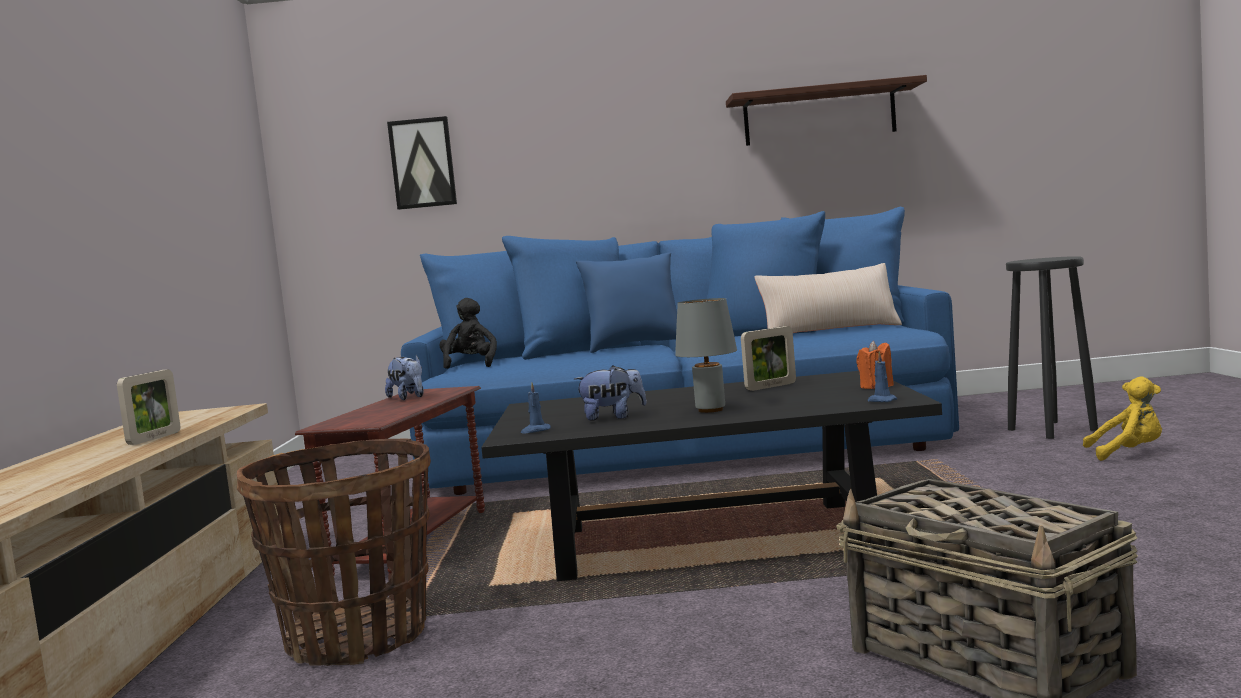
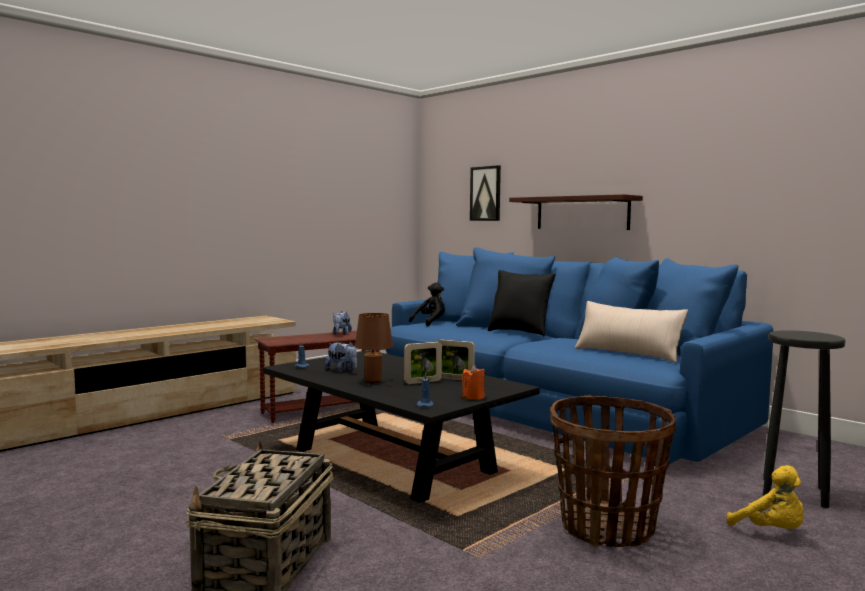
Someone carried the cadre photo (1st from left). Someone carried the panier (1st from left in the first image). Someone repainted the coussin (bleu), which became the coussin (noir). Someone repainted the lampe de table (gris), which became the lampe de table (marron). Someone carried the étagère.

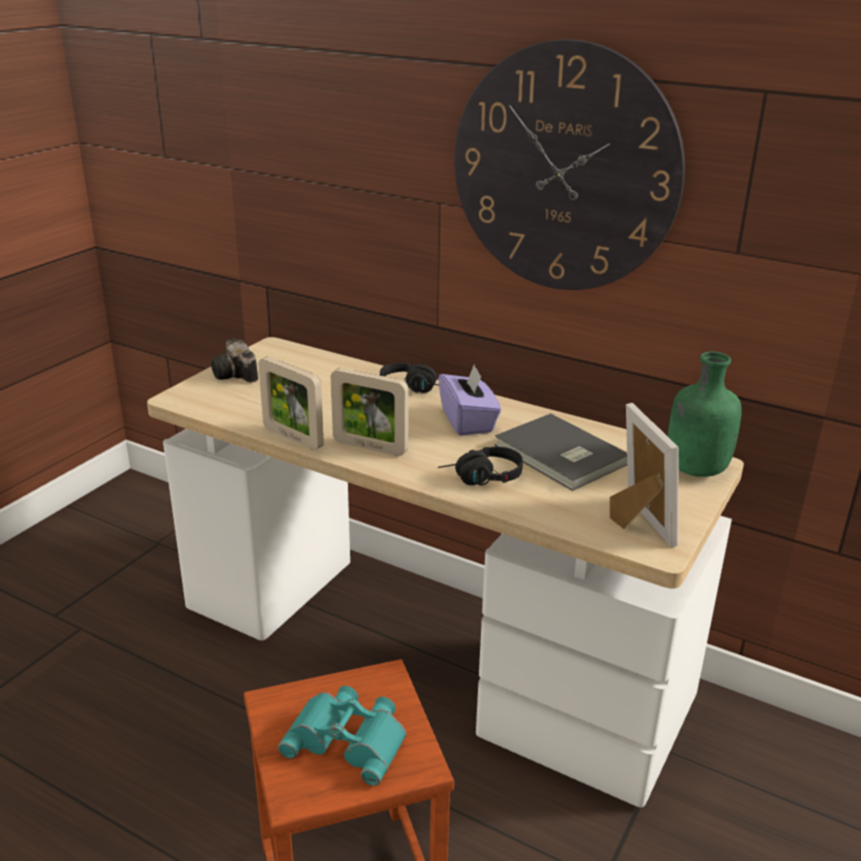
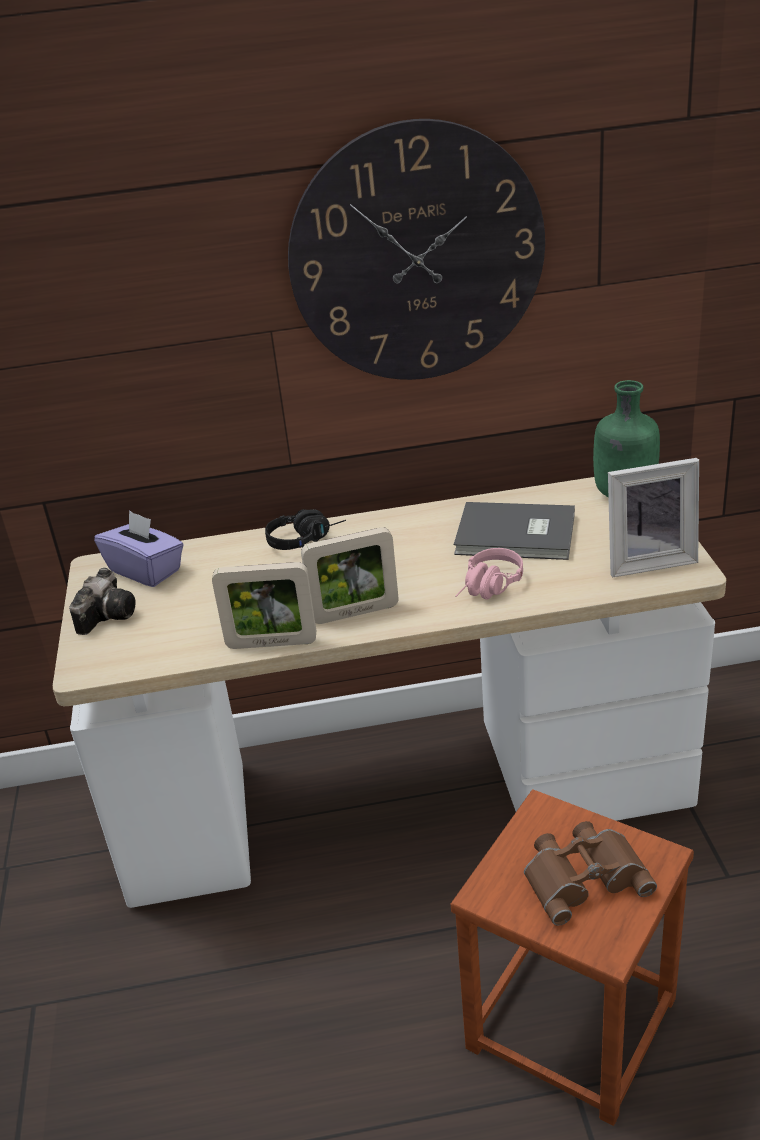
Someone rotated the appareil photo by 90 degrees counterclockwise. Someone repainted the jumelles (turquoise), which became the jumelles (marron). Someone carried the boîte à mouchoirs (violet). Someone repainted the casque audio (noir) (2nd from left), which became the casque audio (rose). Someone rotated the cadre photo (3rd from left) by 135 degrees clockwise.

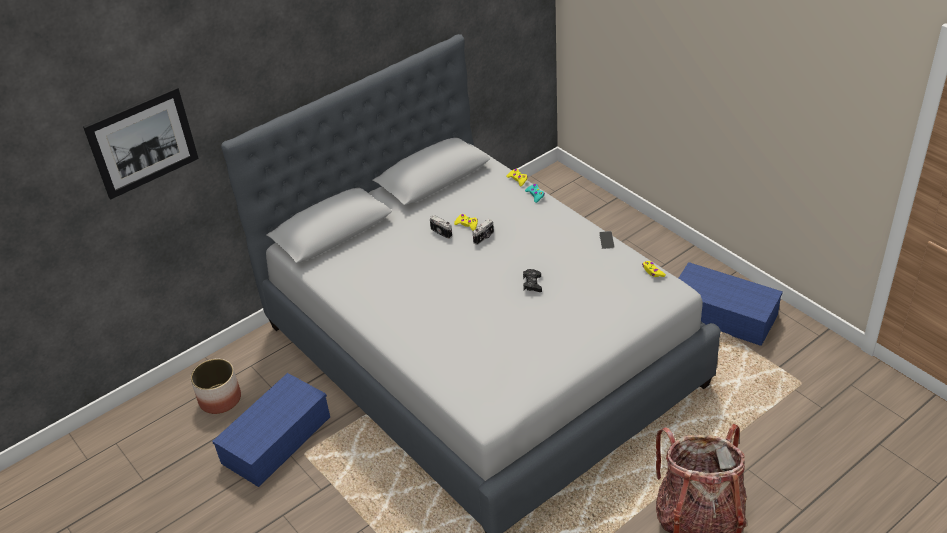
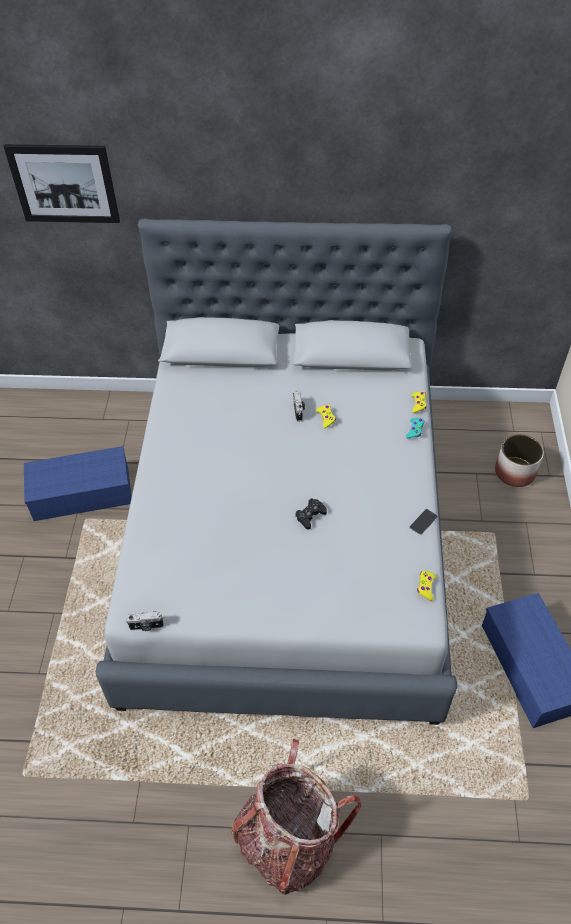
Someone carried the cache-pot. Someone carried the appareil photo (2nd from left in the first image).

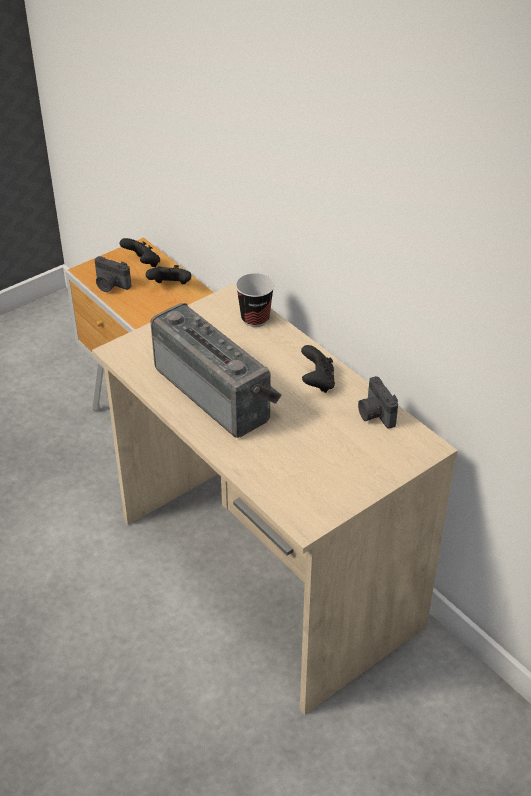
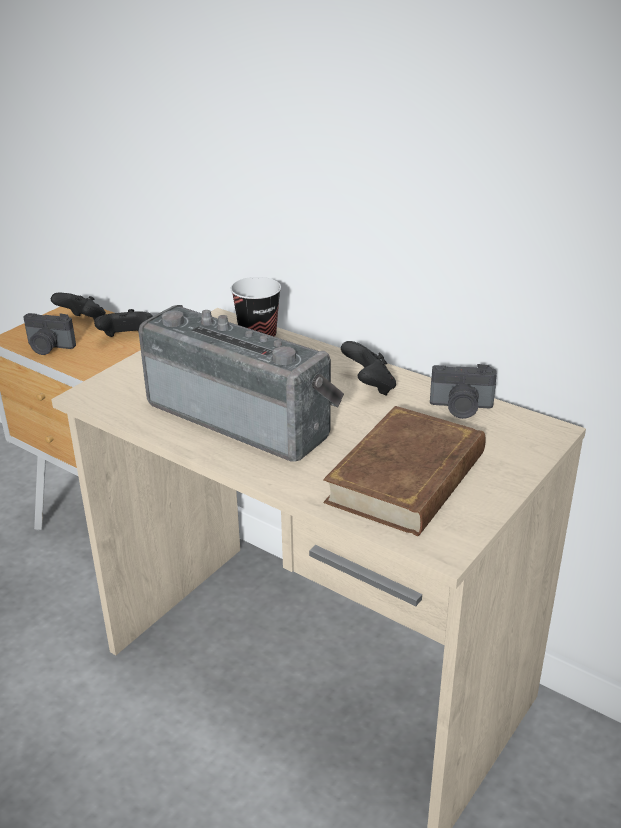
Someone rotated the appareil photo (2nd from left) by 45 degrees counterclockwise. Someone put down the livre (marron).

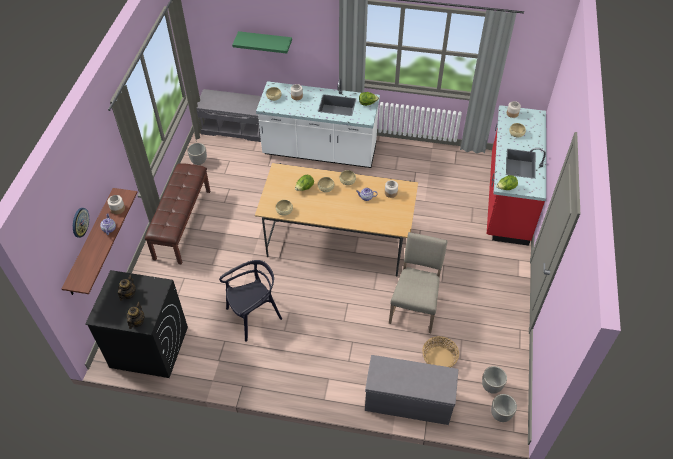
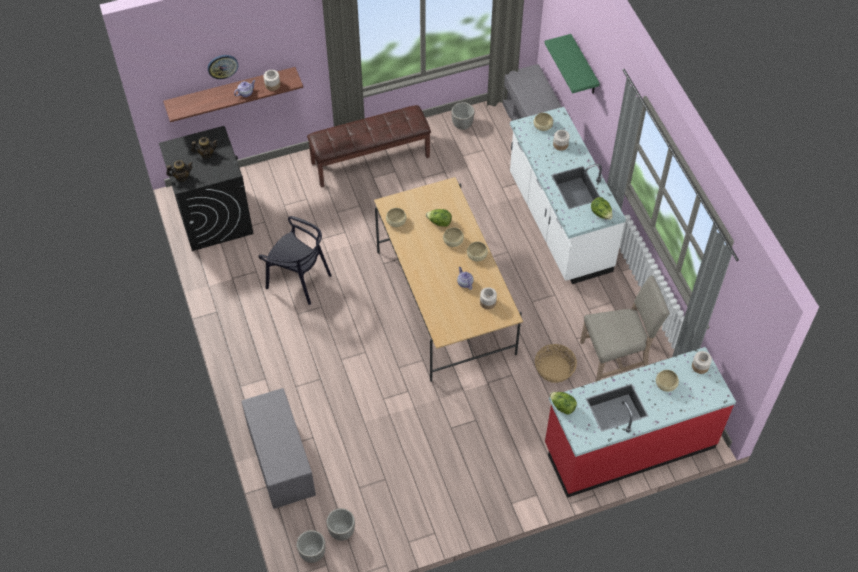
Someone carried the chaise (beige). Someone carried the panier.

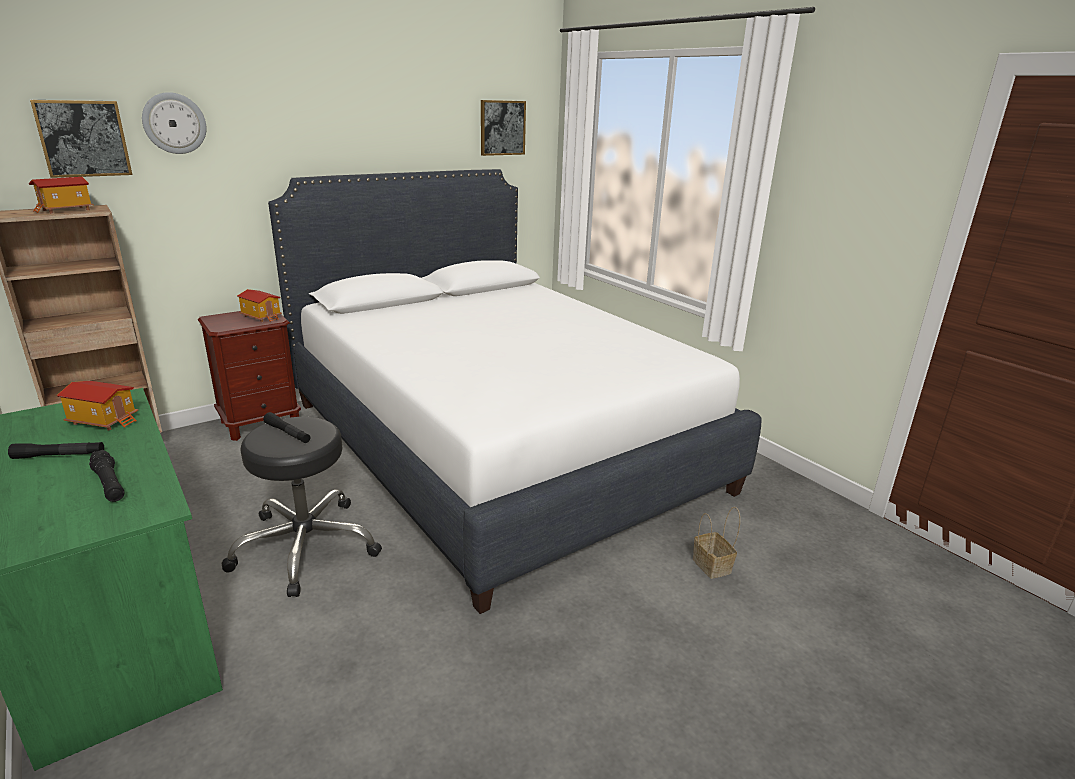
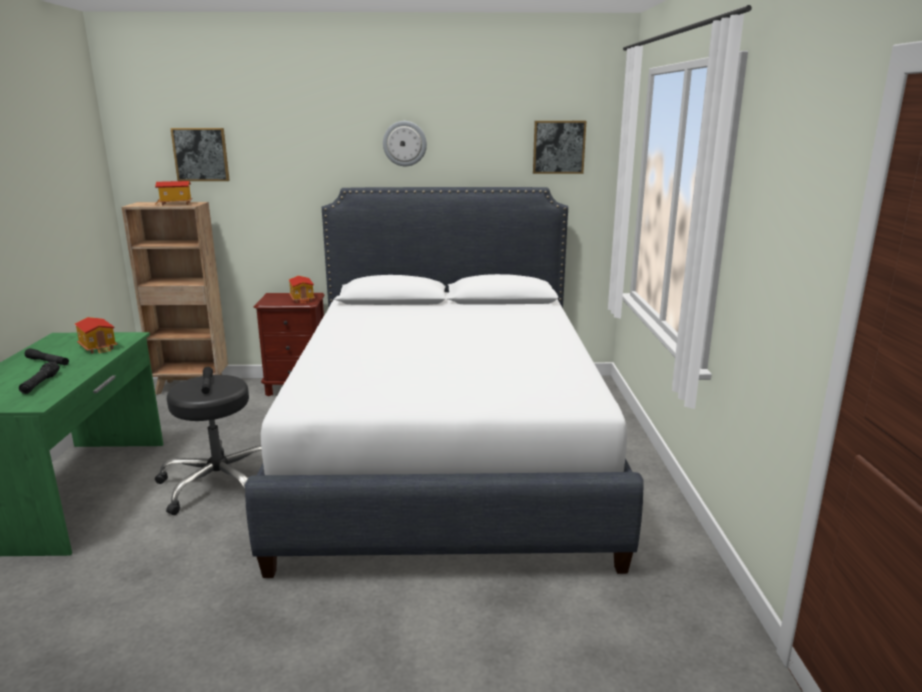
Someone carried the horloge murale. Someone took away the panier.

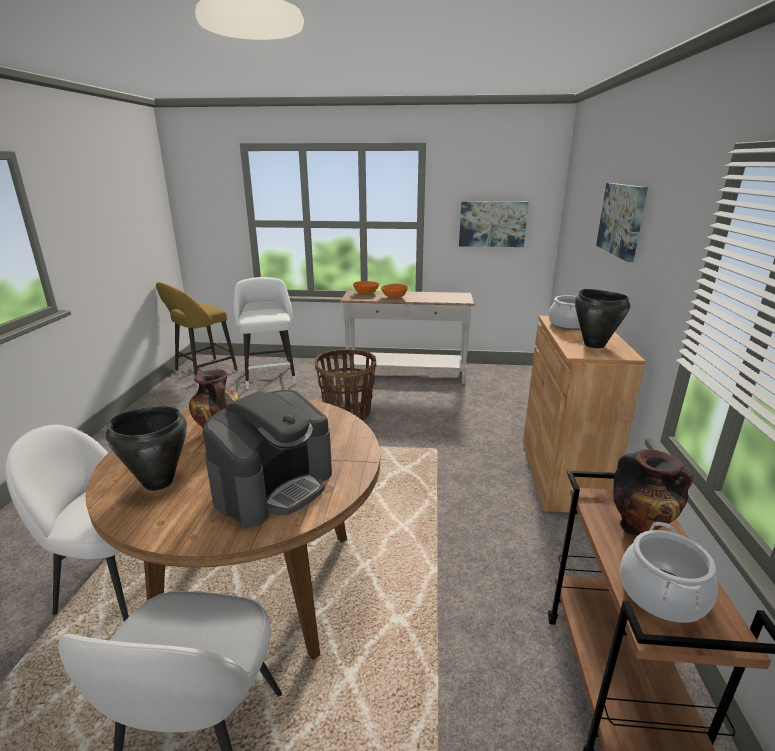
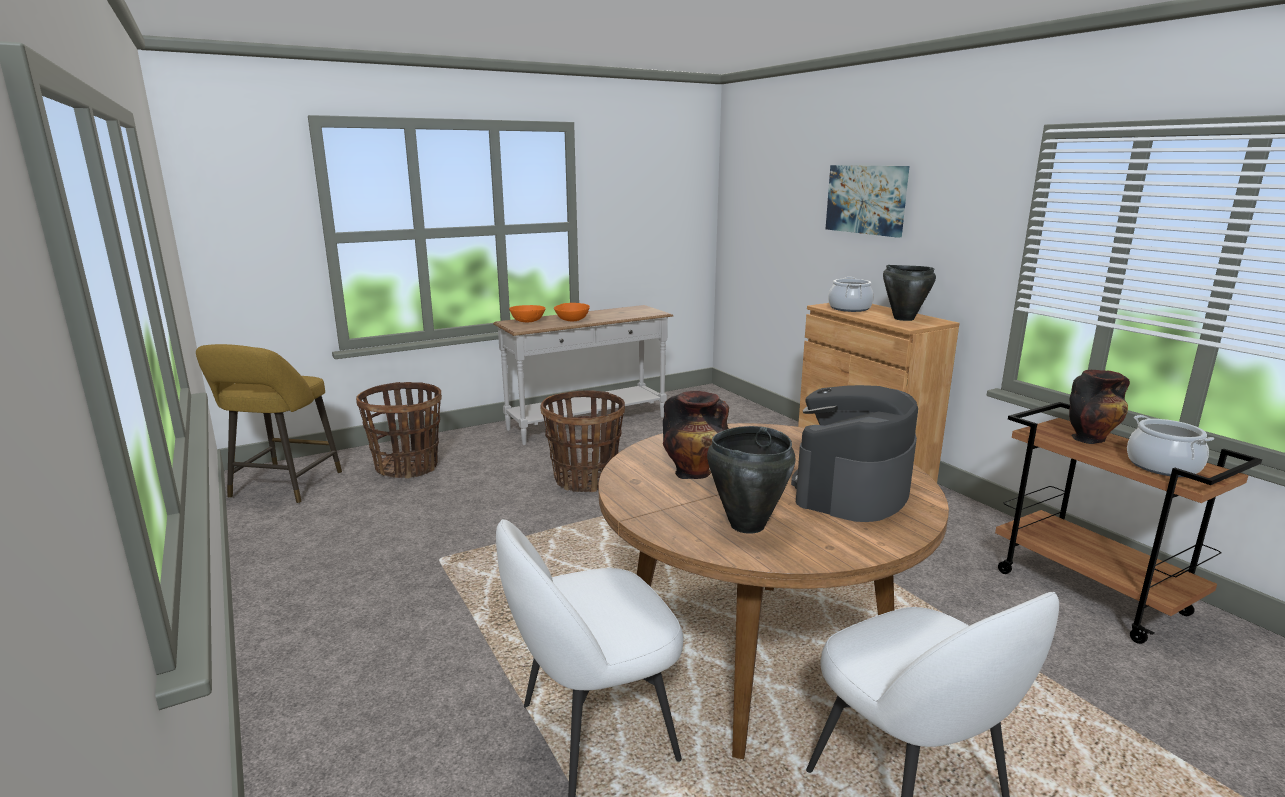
Someone rotated the machine à café by 150 degrees counterclockwise. Someone swapped the tabouret (blanc) for the panier (1st from left). Someone took away the tableau (1st from left).

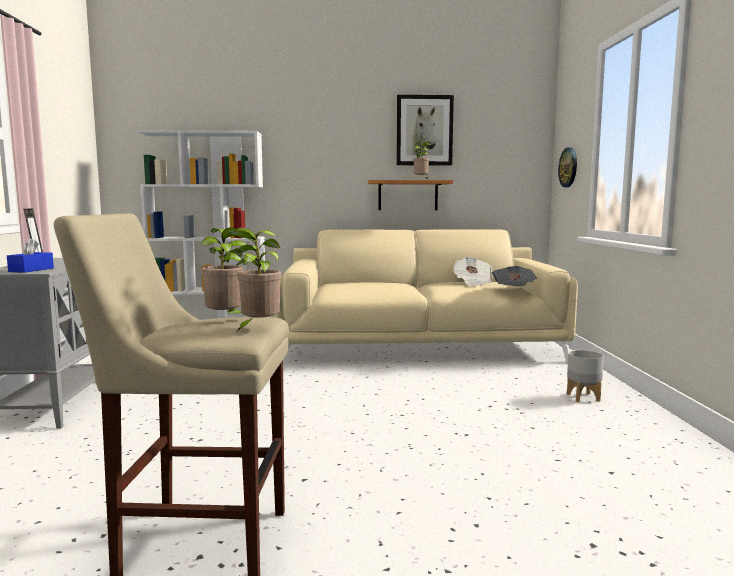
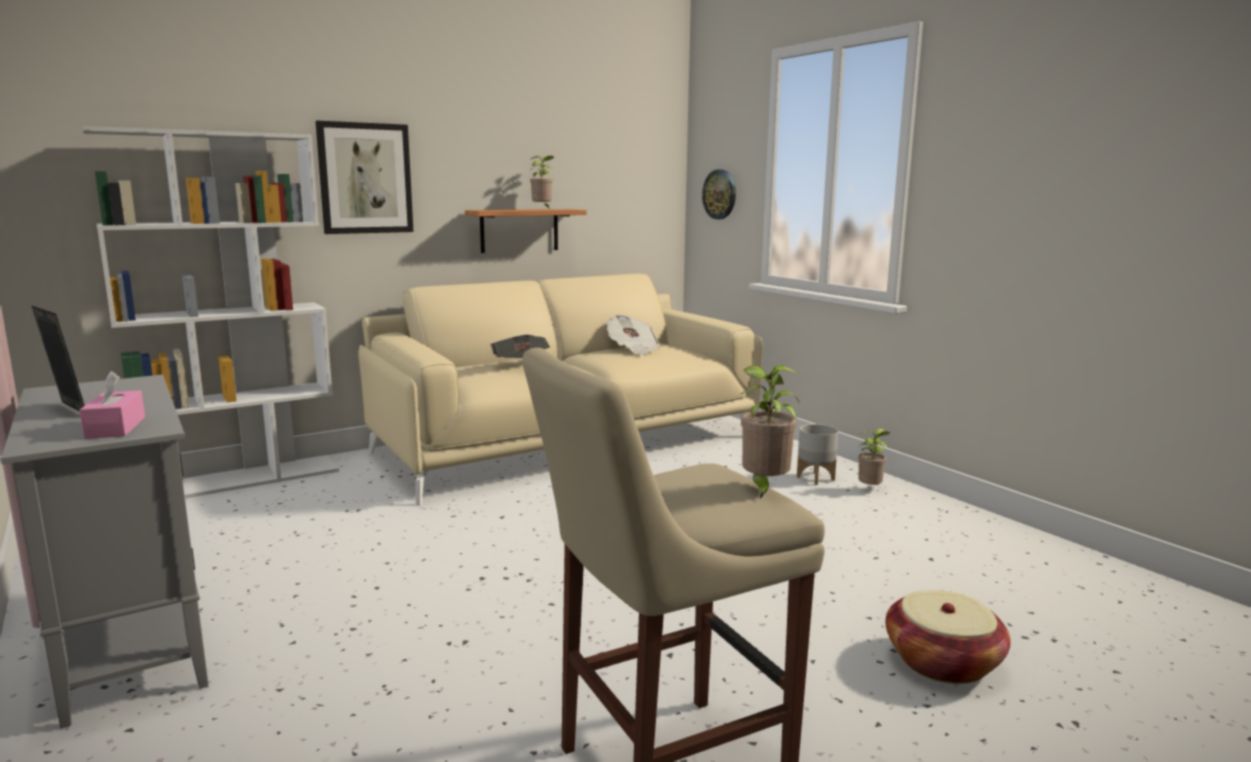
Someone repainted the boîte à mouchoirs (bleu), which became the boîte à mouchoirs (rose). Someone carried the plante en pot (1st from left in the first image). Someone carried the tableau. Someone carried the journal (2nd from left in the first image). Someone put down the panier.

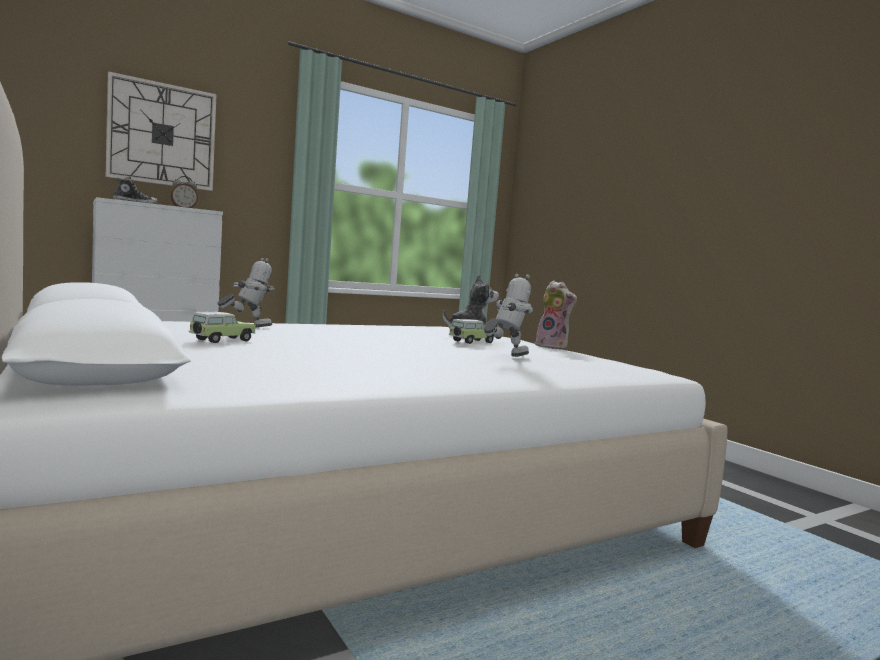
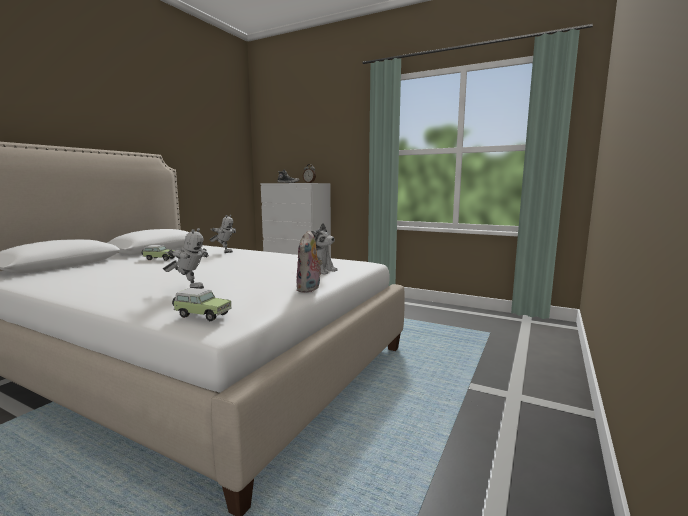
Someone took away the horloge murale. Someone carried the petite voiture (2nd from left).

